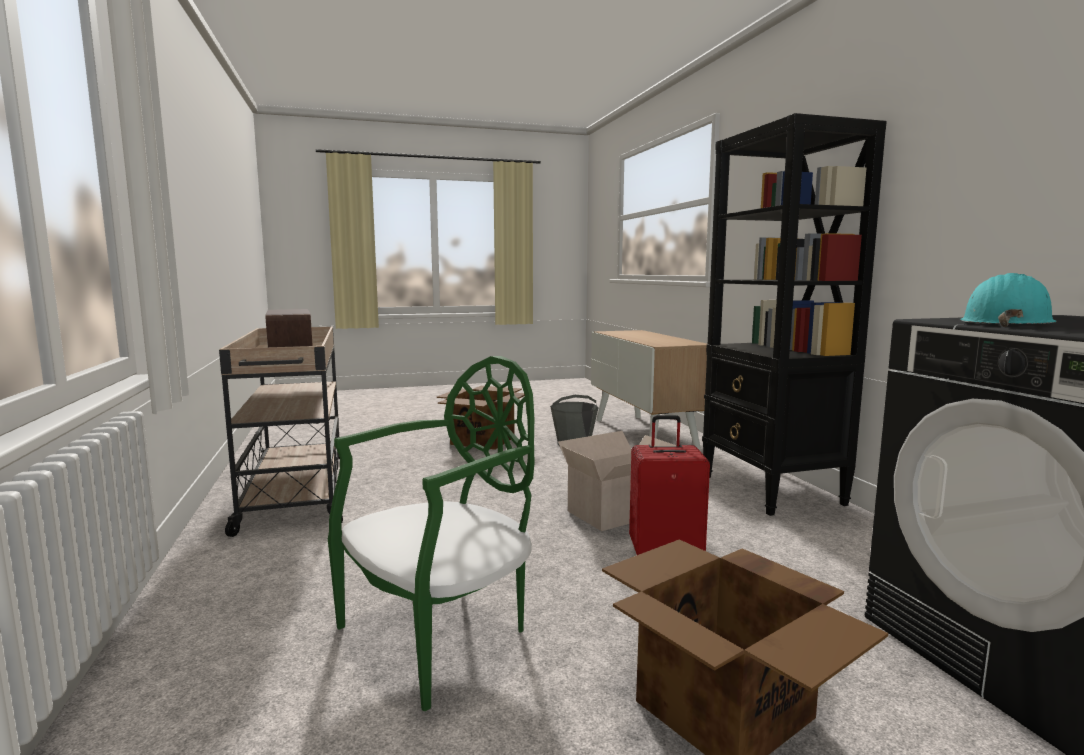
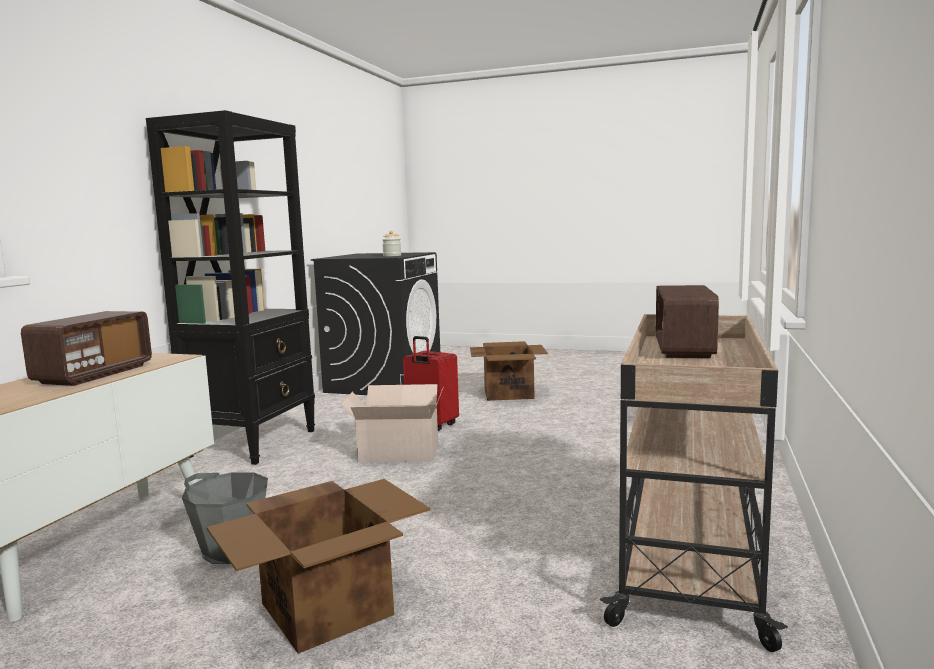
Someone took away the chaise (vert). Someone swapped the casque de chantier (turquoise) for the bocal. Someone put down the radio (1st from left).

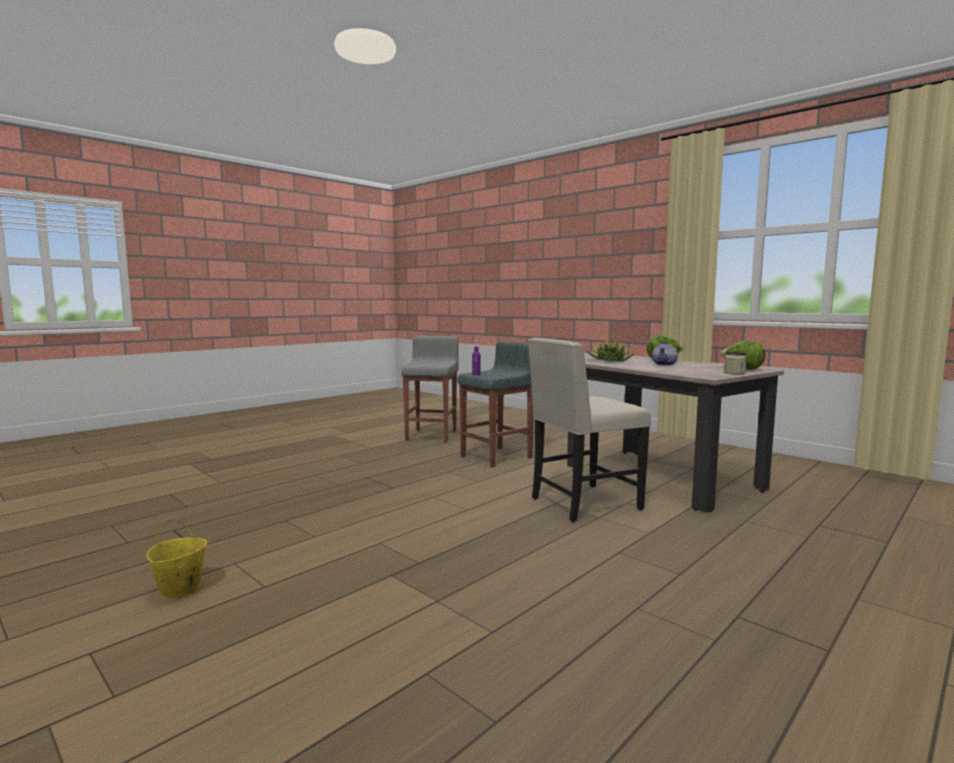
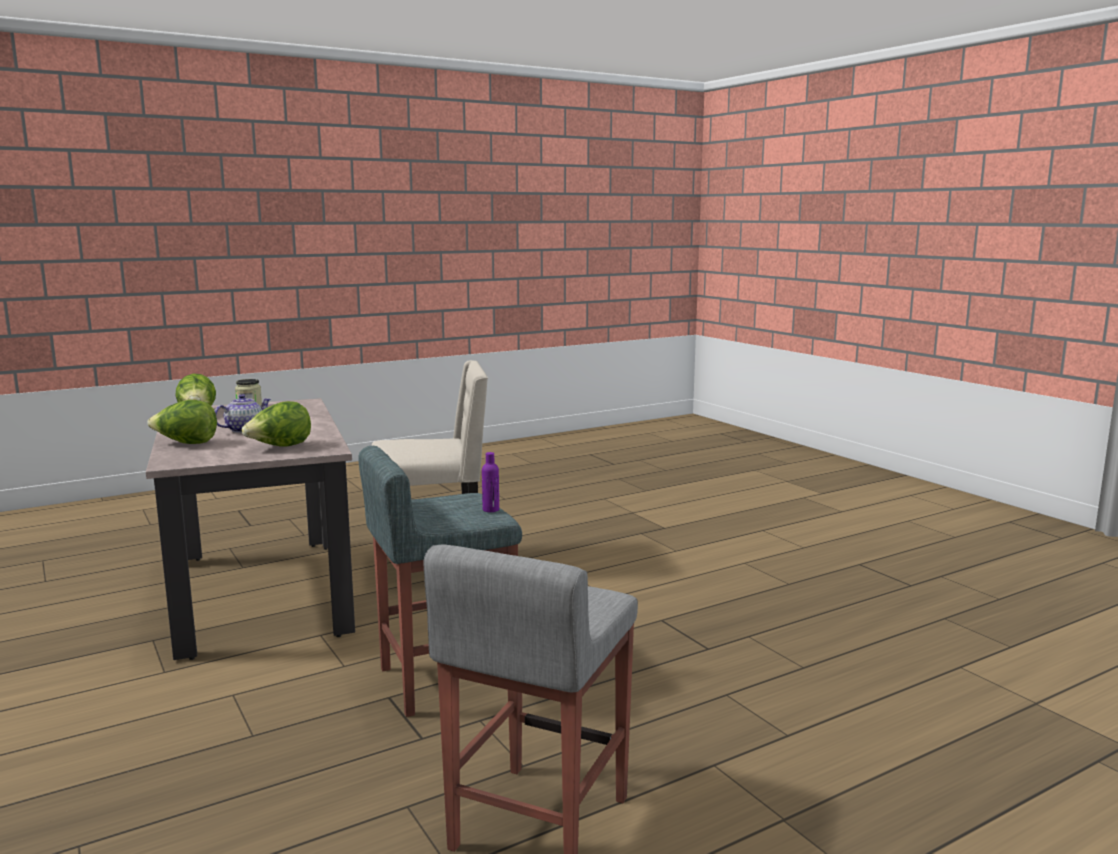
Someone took away the seau (jaune). Someone swapped the plante en pot for the laitue (3rd from left).

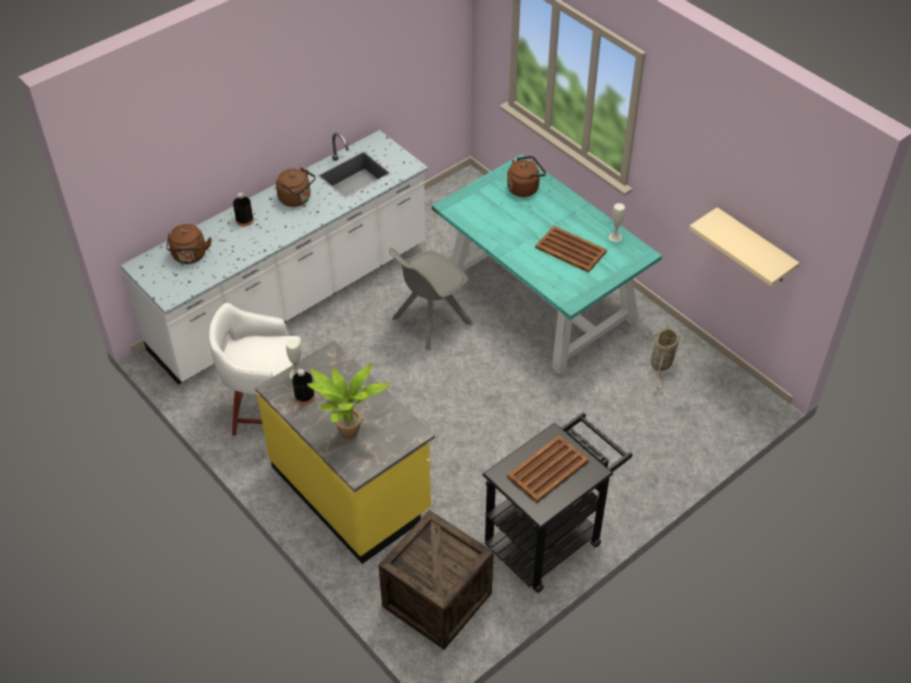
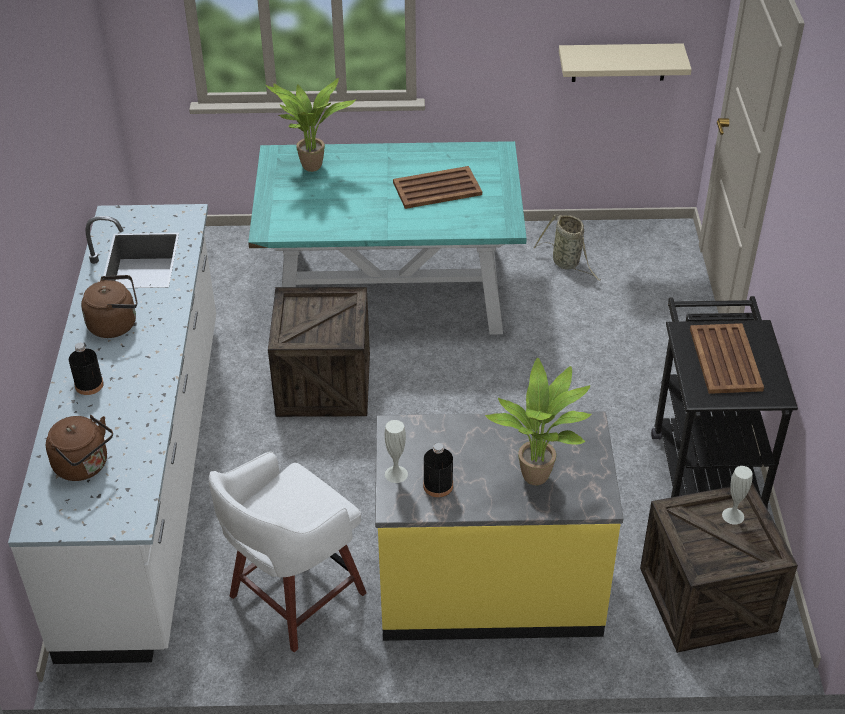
Someone swapped the chaise (gris) for the caisse (1st from left). Someone swapped the bouilloire (marron) (3rd from left) for the plante en pot (1st from left). Someone carried the vase (blanc) (2nd from left).

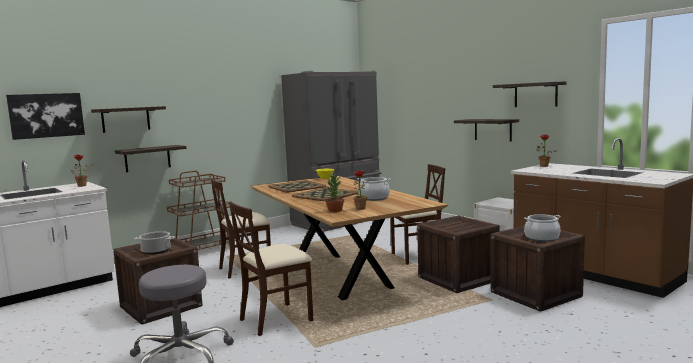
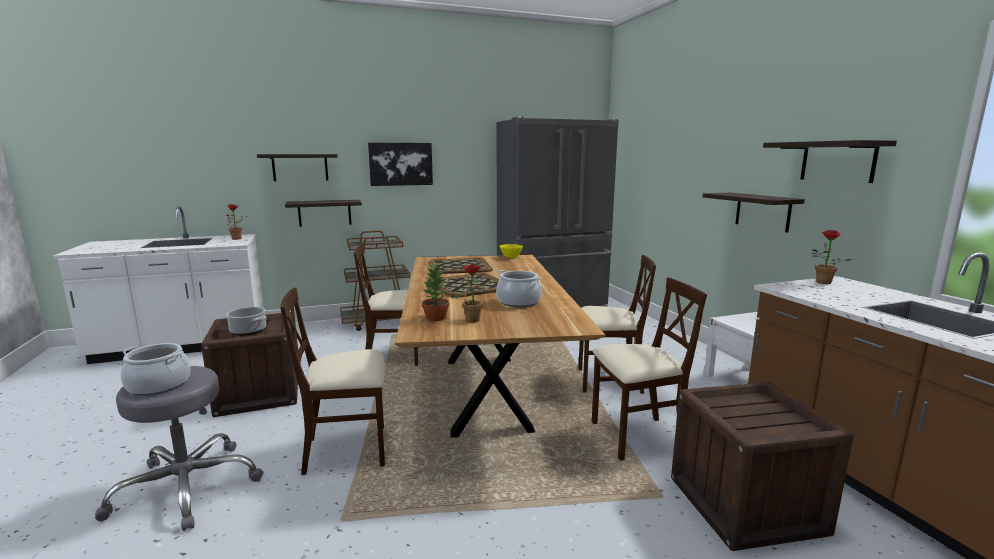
Someone carried the tableau. Someone swapped the caisse (2nd from left) for the chaise (beige) (4th from left). Someone carried the marmite (3rd from left in the first image).

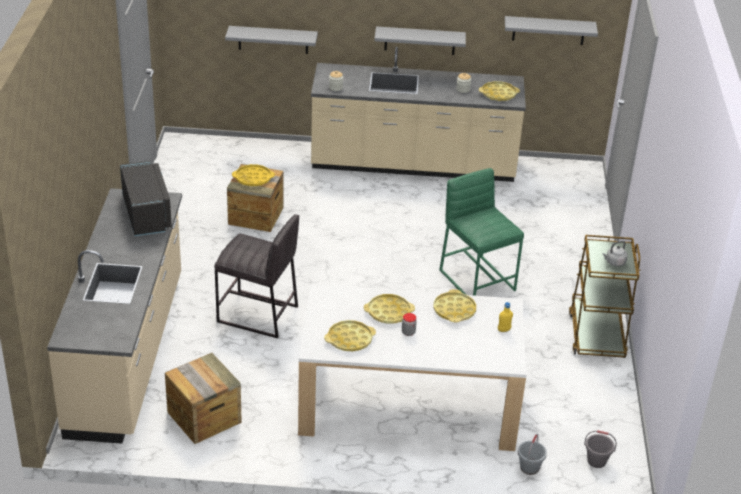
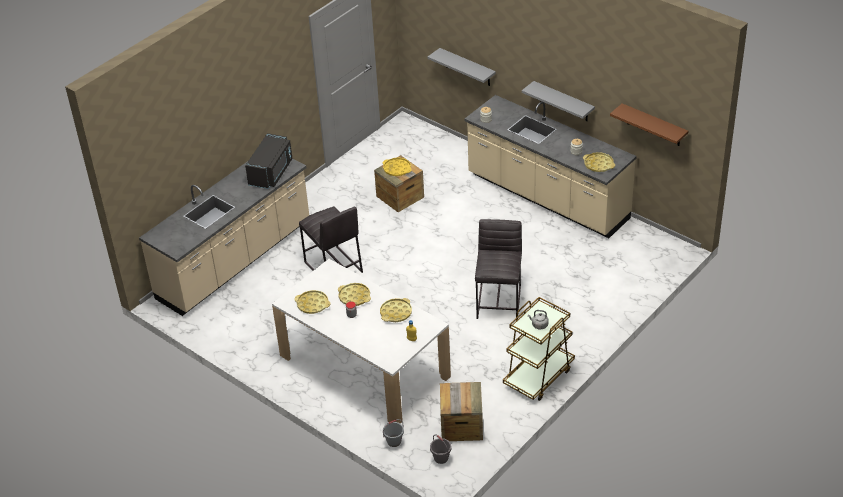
Someone carried the caisse (1st from left in the first image). Someone repainted the tabouret (vert), which became the tabouret (gris) (2nd from left). Someone repainted the étagère (gris) (3rd from left), which became the étagère (marron).

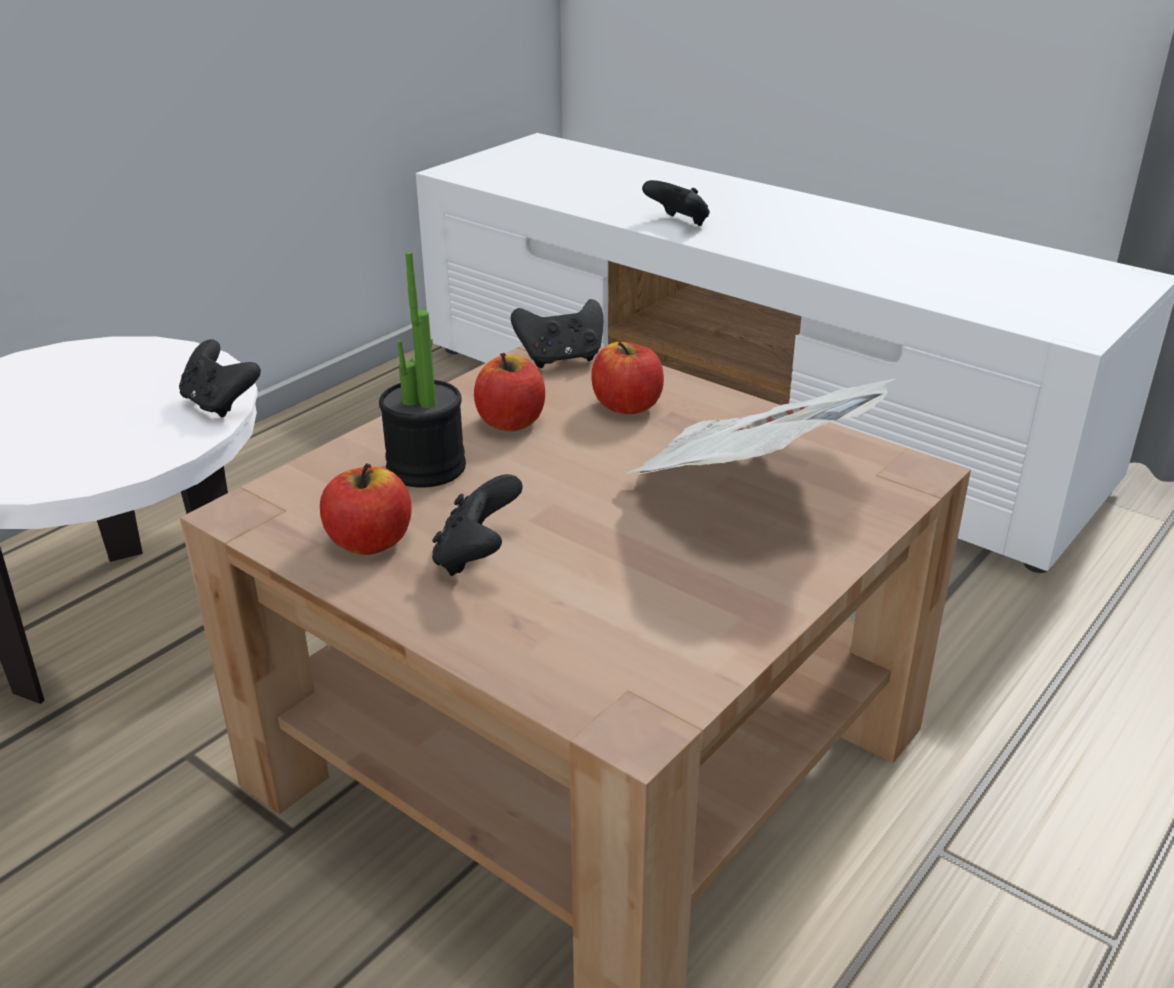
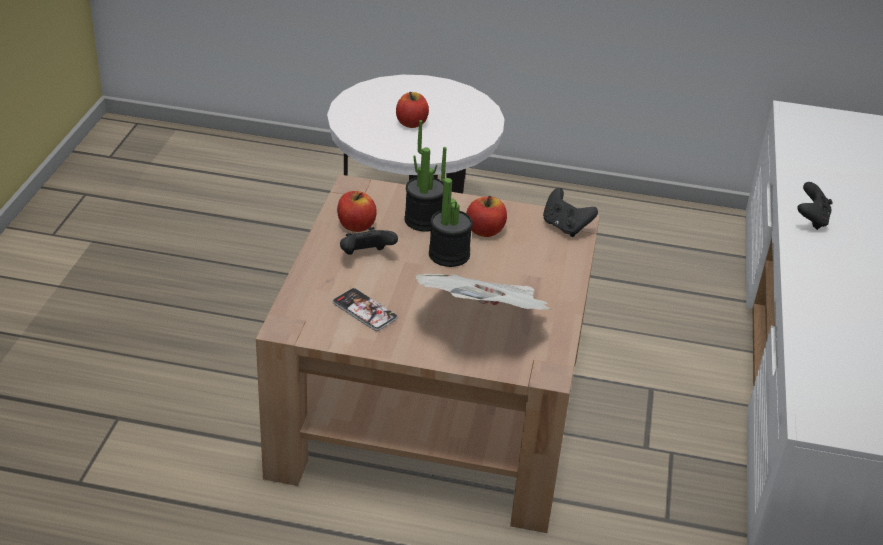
Someone took away the manette (noir) (1st from left). Someone carried the pomme (3rd from left in the first image). Someone put down the téléphone. Someone put down the plante en pot (2nd from left).

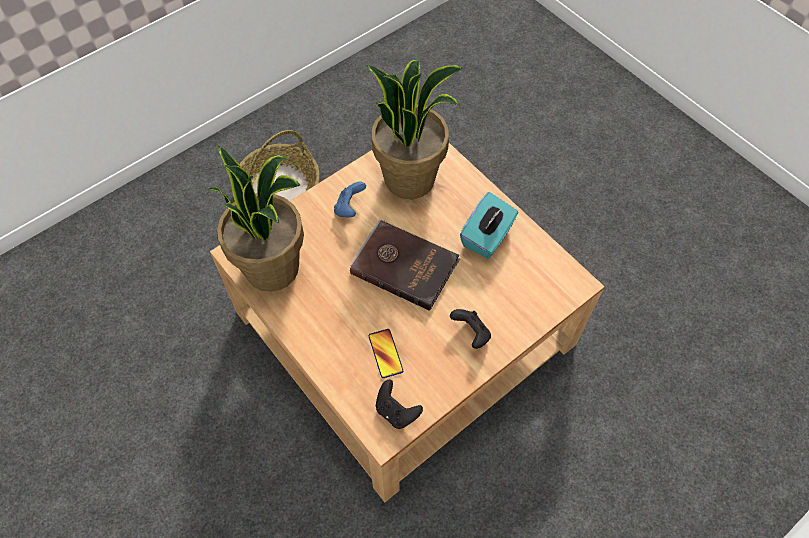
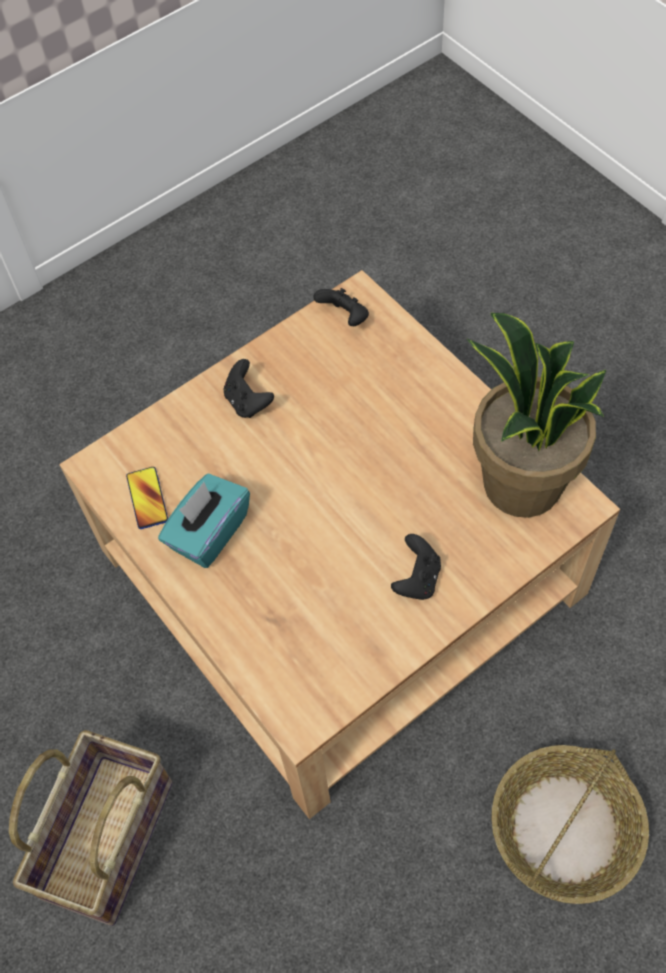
Someone repainted the manette (bleu), which became the manette (noir) (3rd from left). Someone took away the livre (marron). Someone took away the plante en pot (2nd from left). Someone carried the téléphone. Someone put down the panier (1st from left).

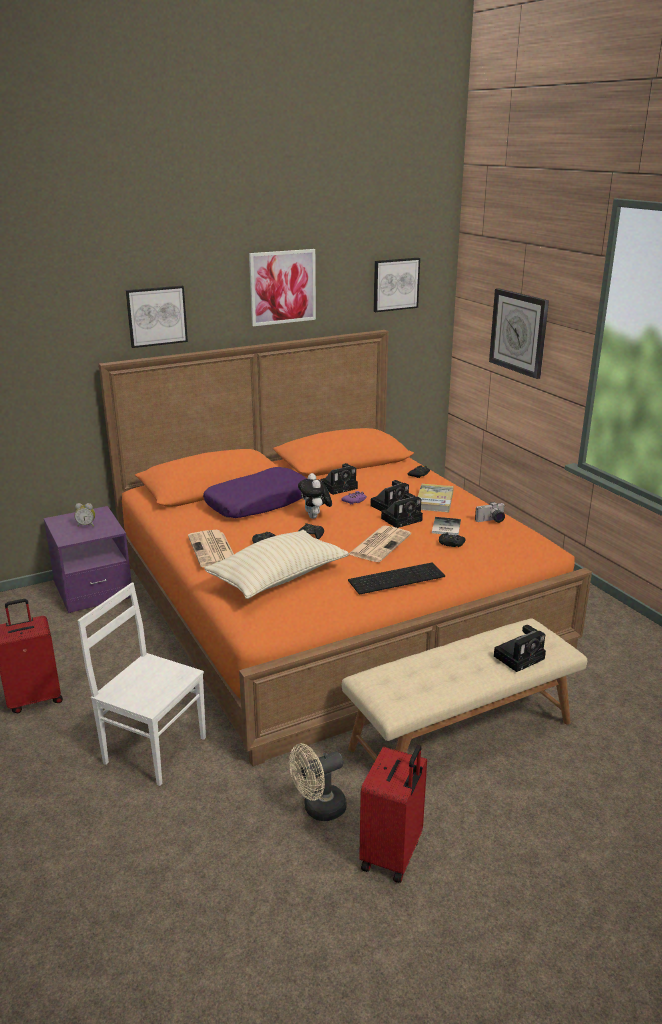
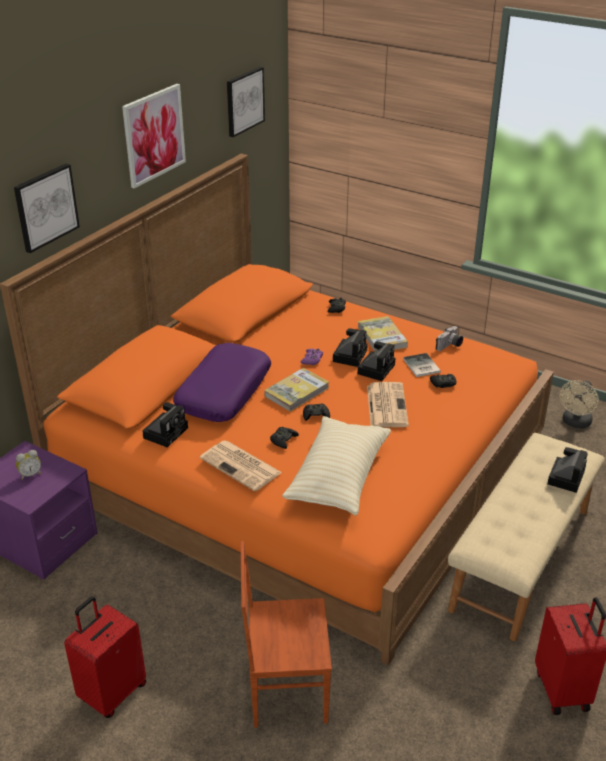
Someone repainted the chaise (blanc), which became the chaise (marron). Someone carried the ventilateur (beige). Someone swapped the peluche for the livre (1st from left). Someone carried the appareil photo (1st from left). Someone took away the clavier. Someone took away the horloge murale.

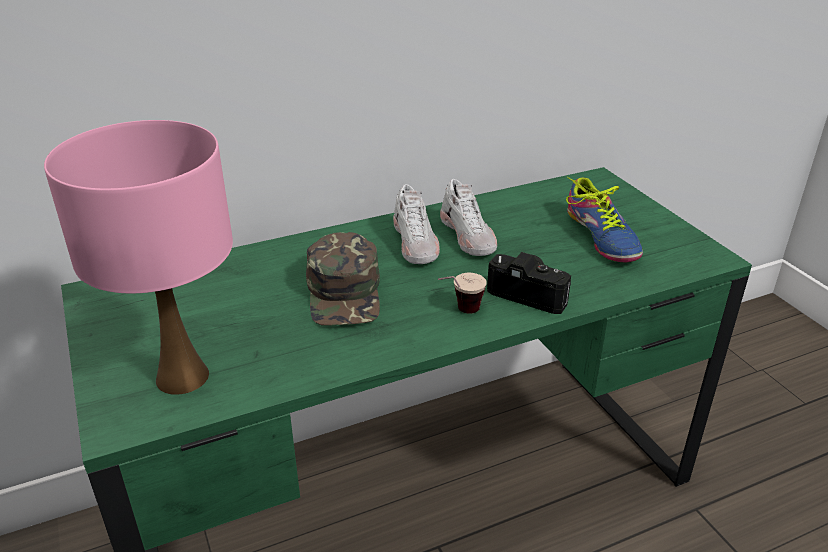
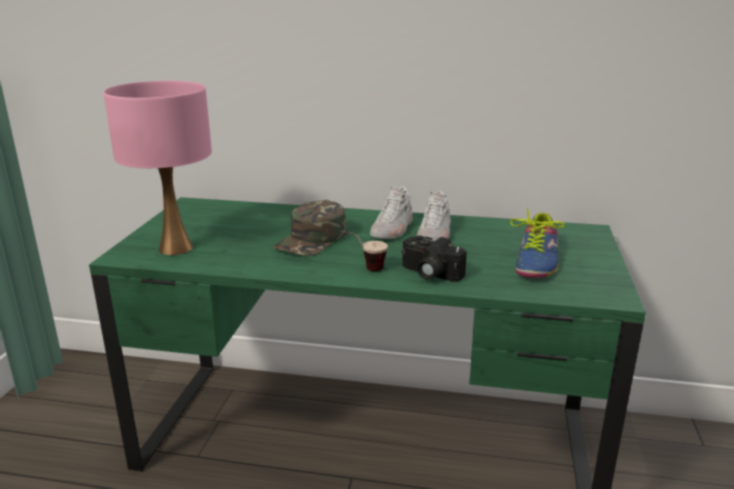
Someone rotated the appareil photo by 150 degrees clockwise.

